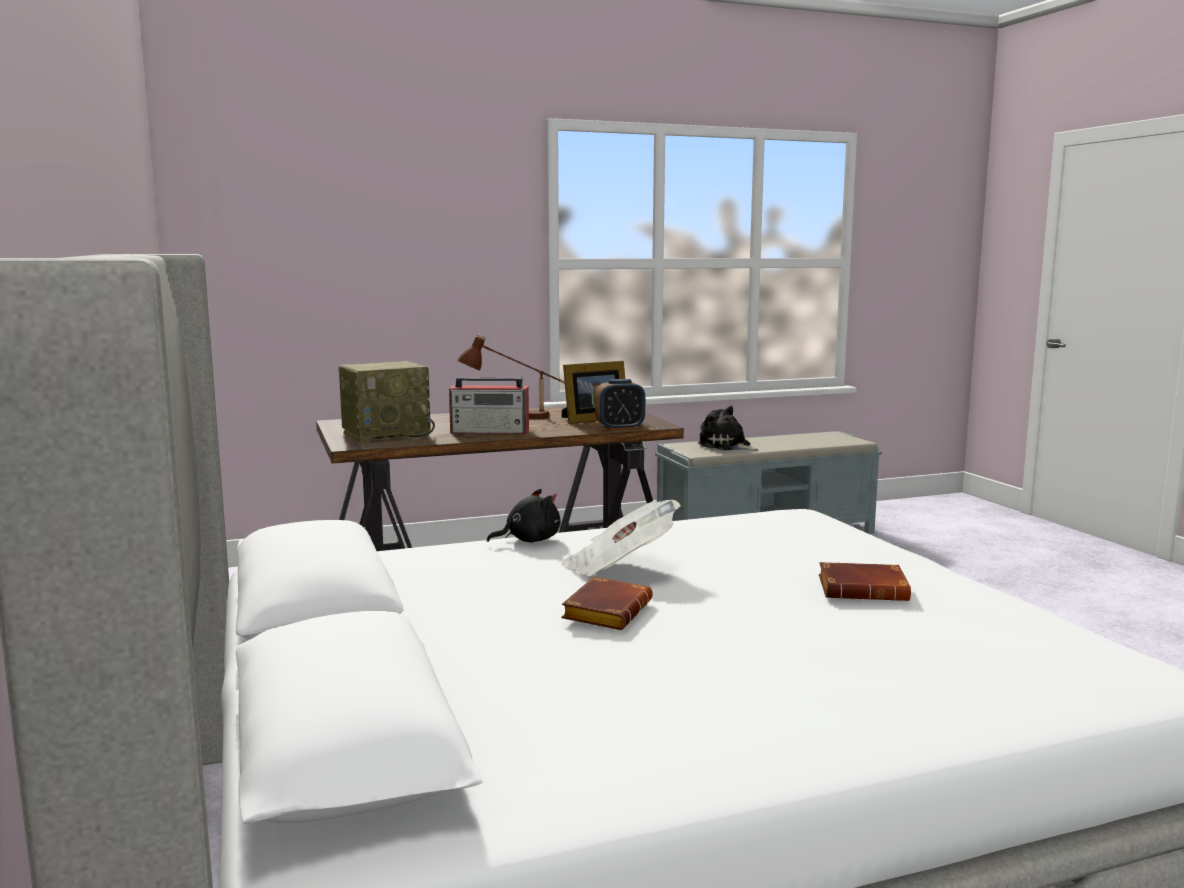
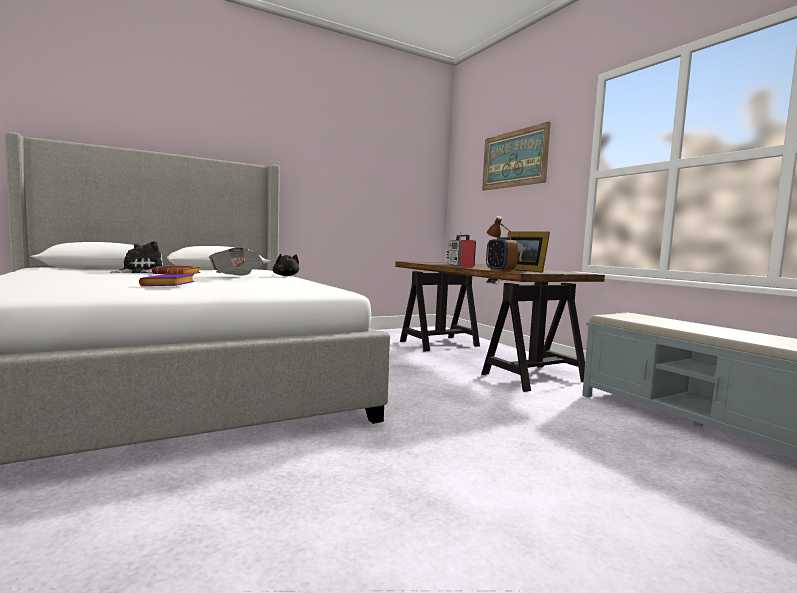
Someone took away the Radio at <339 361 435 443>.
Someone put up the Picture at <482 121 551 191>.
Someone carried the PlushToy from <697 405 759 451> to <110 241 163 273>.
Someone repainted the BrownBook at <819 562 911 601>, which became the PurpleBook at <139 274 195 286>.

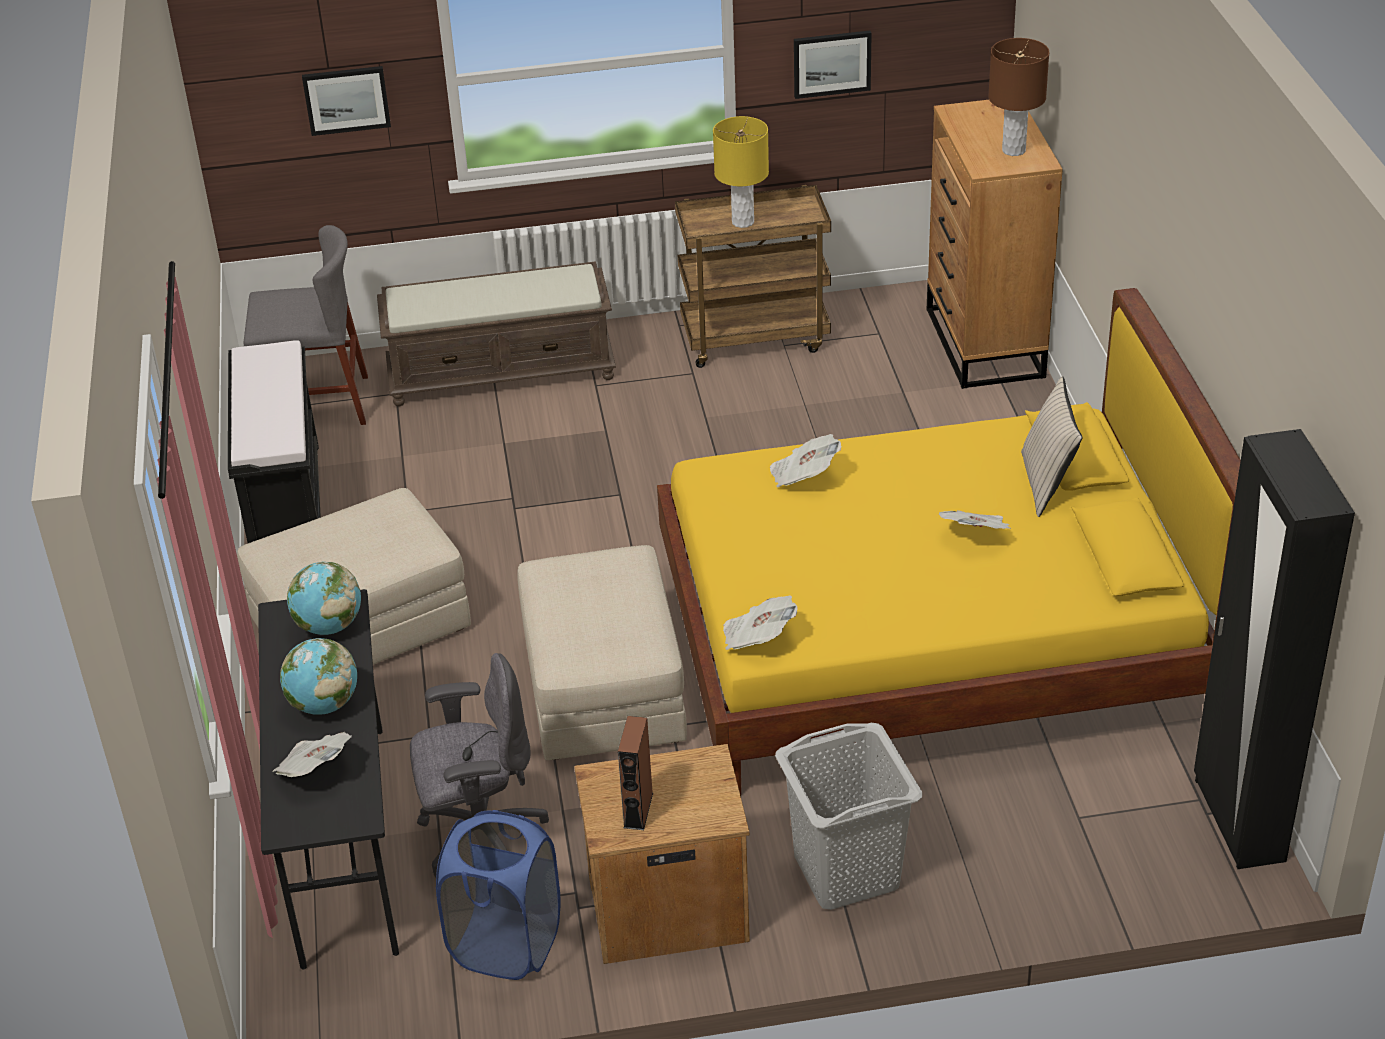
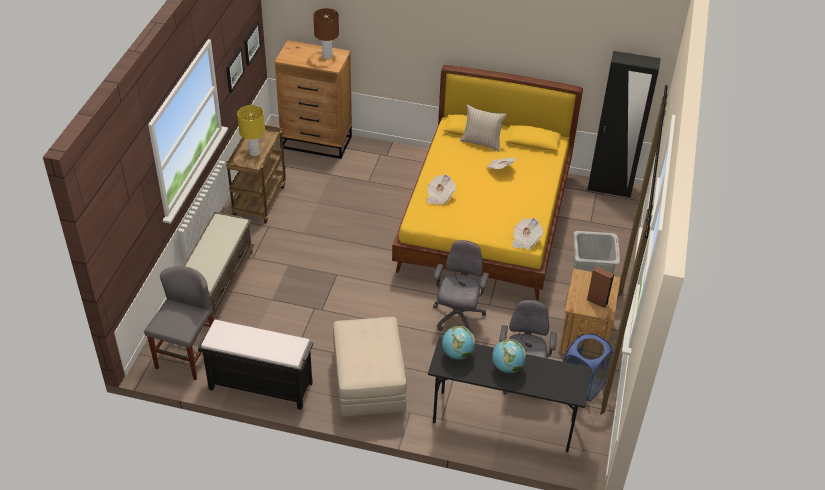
Someone took away the Newspaper at <272 732 352 777>.
Someone carried the Picture from <302 66 391 136> to <244 22 261 66>.
Someone swapped the BeigeOttoman at <517 545 687 760> for the GreyOfficeChair at <433 240 489 334>.

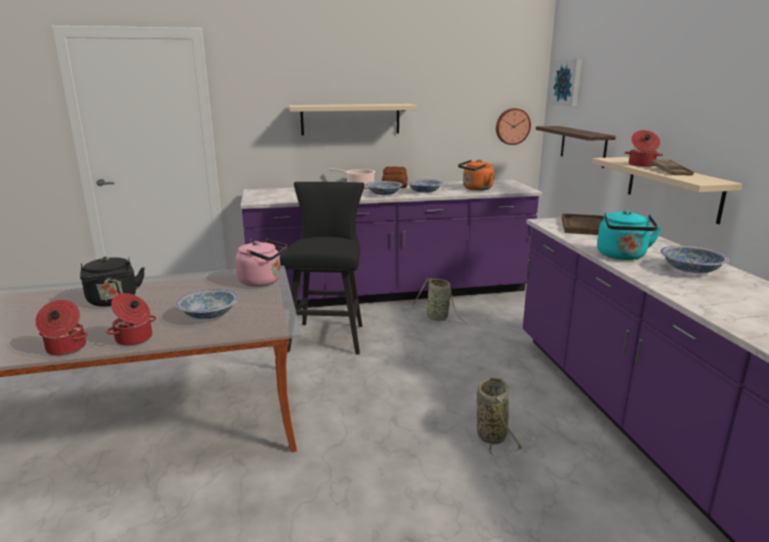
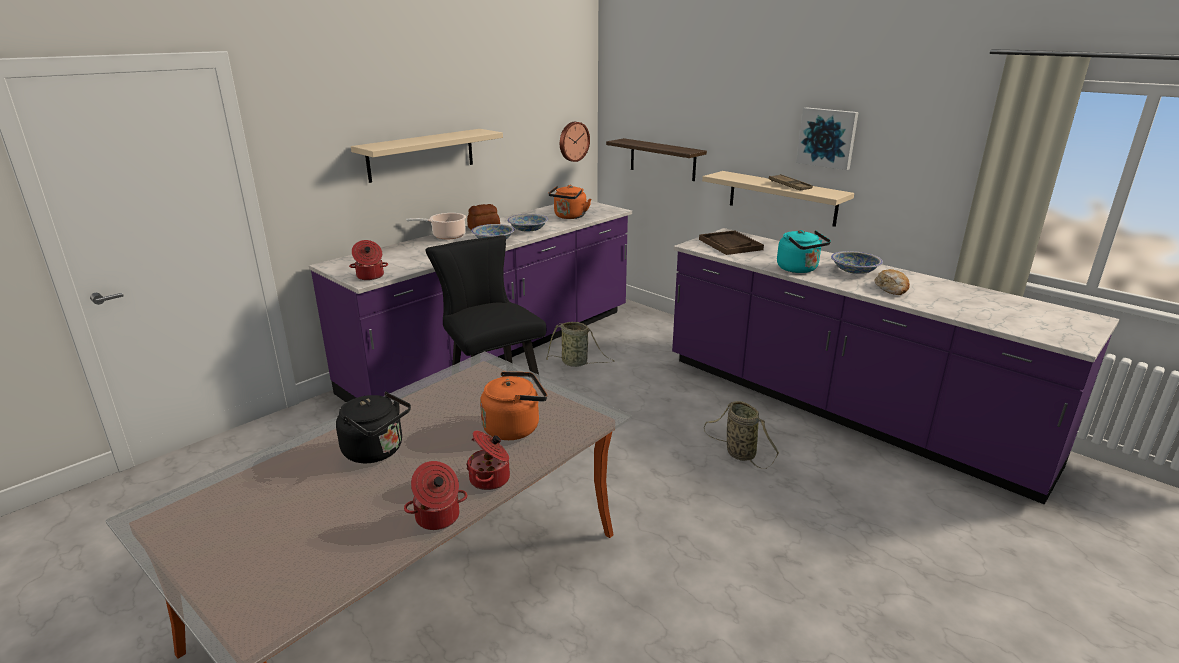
Someone took away the PinkKettle at <235 239 287 287>.
Someone put down the Bread at <875 269 910 295>.
Someone carried the Picture from <551 59 582 107> to <796 107 859 170>.
Someone carried the CookingPot from <624 130 663 167> to <349 240 388 280>.
Someone swapped the Bowl at <176 289 238 319> for the OrangeKettle at <480 371 547 440>.

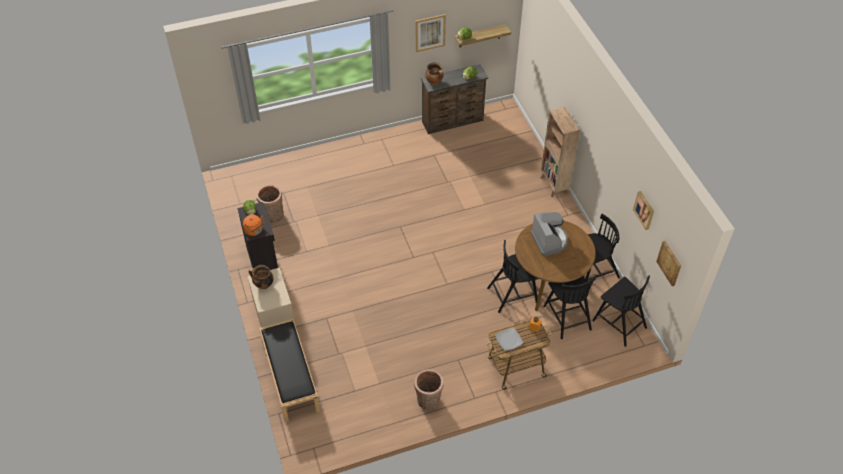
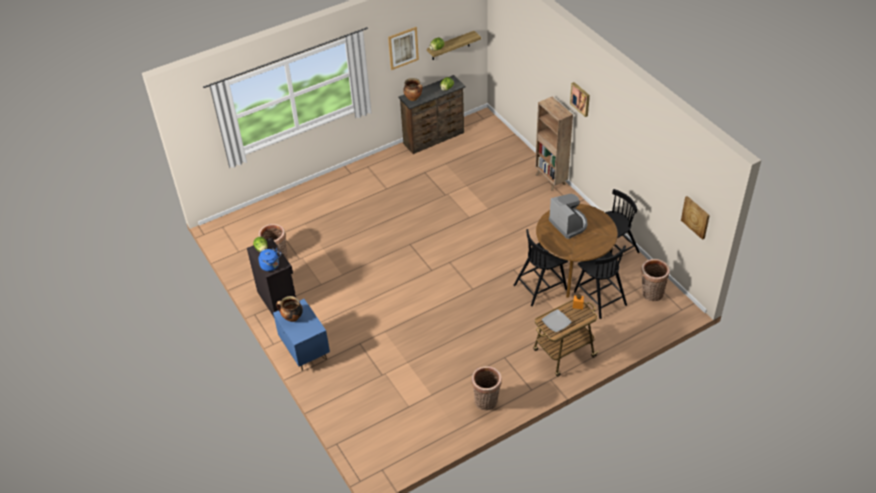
Someone took away the BlackBench at <259 319 320 422>.
Someone carried the Picture from <633 191 654 230> to <570 82 590 117>.
Someone swapped the BlackChair at <592 275 650 347> for the Basket at <641 259 670 301>.
Someone repainted the OrangeKettle at <243 215 265 236>, which became the BlueKettle at <258 248 281 271>.
Someone repainted the BeigeNightstand at <247 268 295 328>, which became the BlueNightstand at <273 299 330 371>.

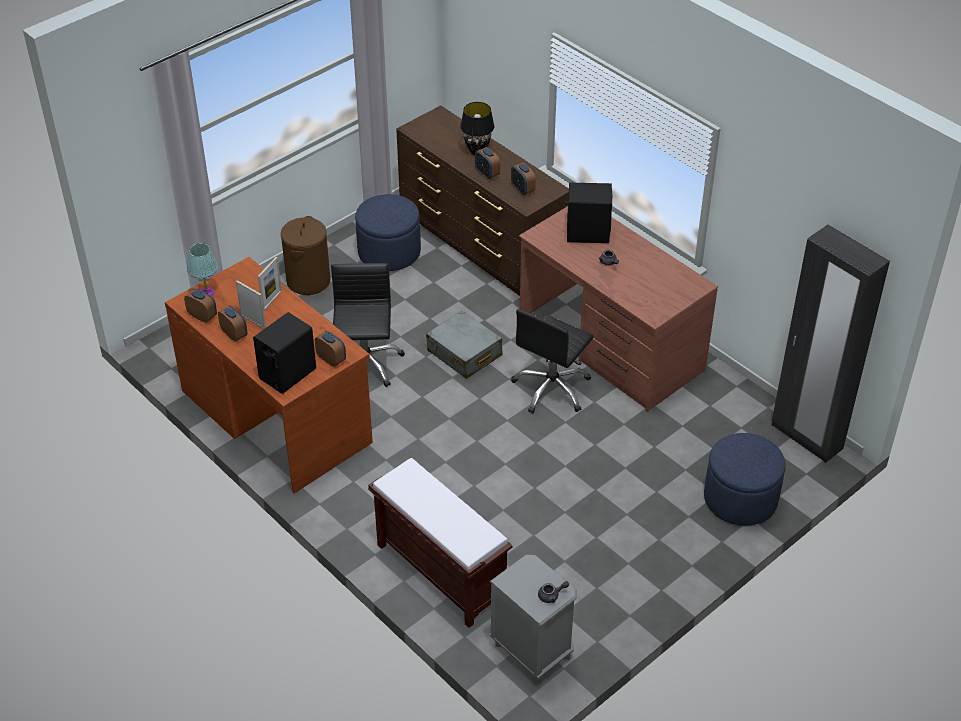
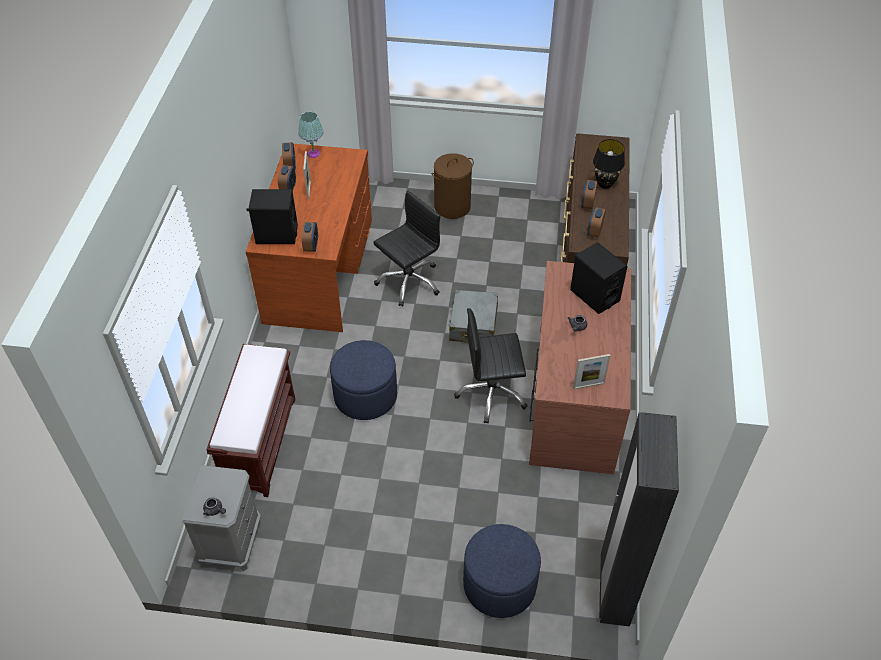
Someone carried the PictureFrame from <258 257 282 310> to <573 354 610 389>.
Someone carried the BlueOttoman from <355 194 421 271> to <330 340 397 420>.

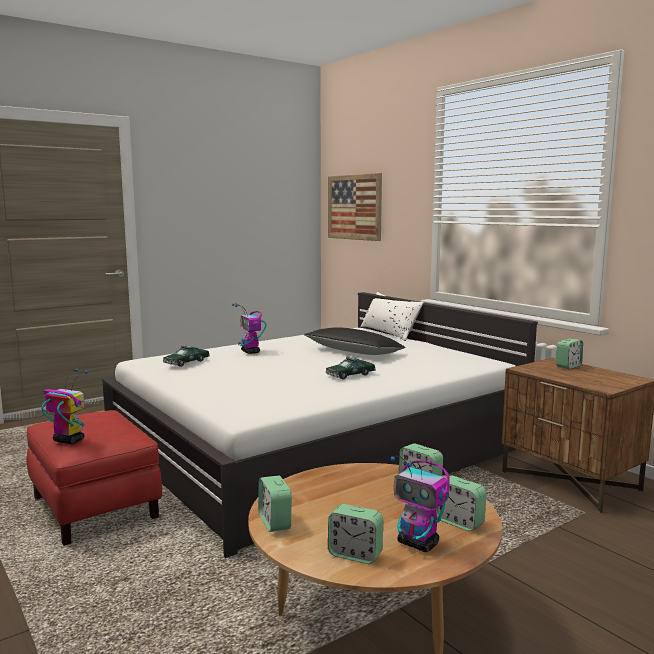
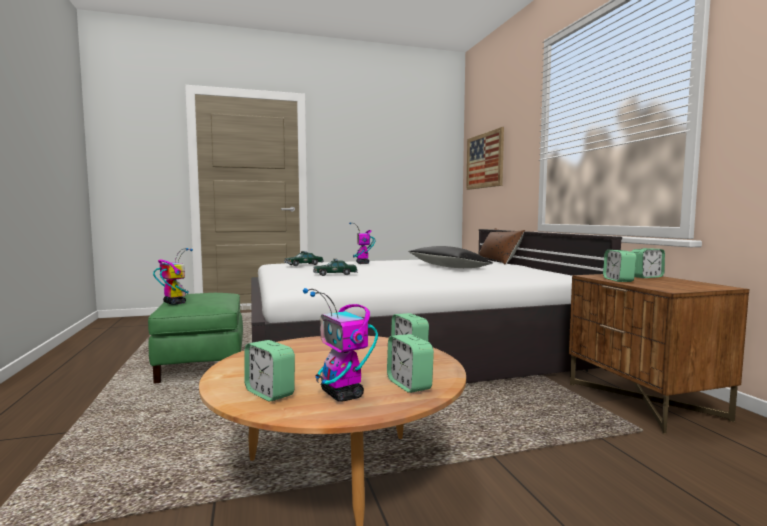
Someone carried the AlarmClock from <258 476 292 532> to <603 250 636 282>.
Someone carried the ToyCar from <325 356 376 380> to <313 259 358 276>.
Someone repainted the RedOttoman at <27 410 162 546>, which became the GreenOttoman at <148 293 243 384>.
Someone repainted the WhitePillow at <360 292 424 341>, which became the BrownPillow at <479 228 525 265>.

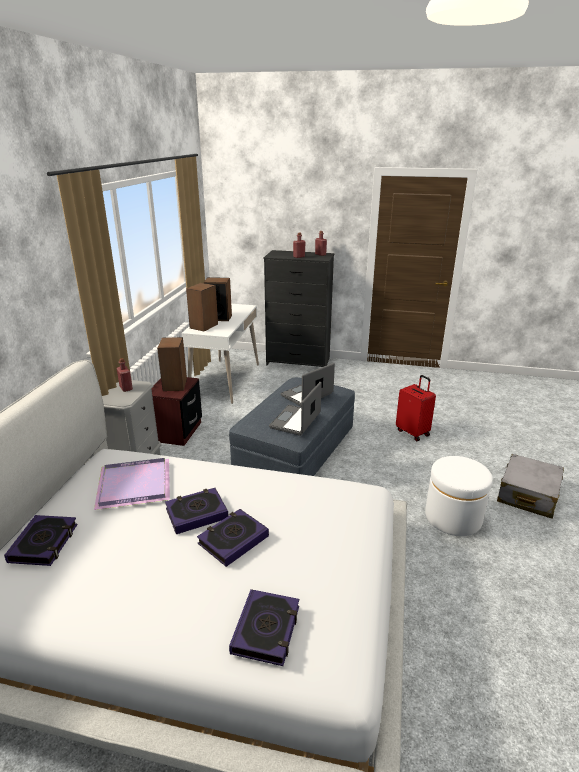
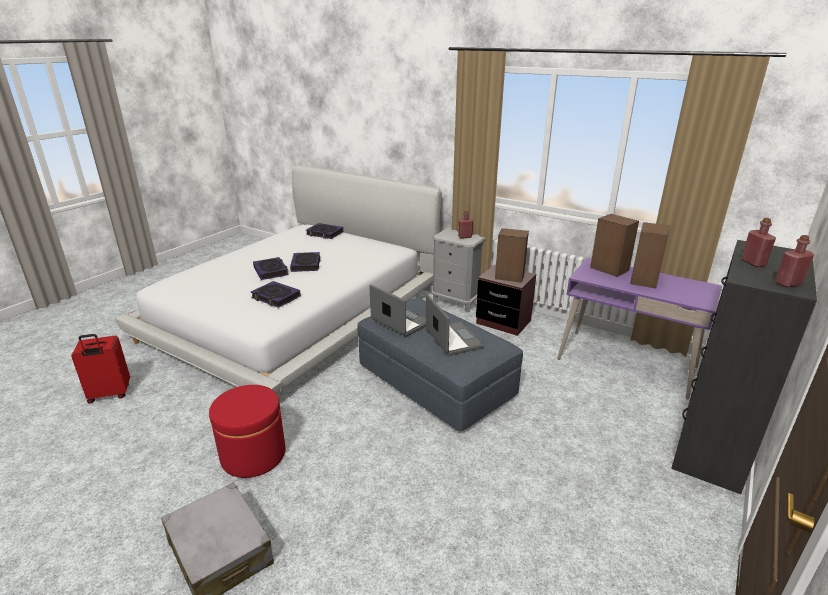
Someone took away the PurpleTray at <94 458 170 510>.
Someone carried the Book from <229 589 299 666> to <251 281 301 308>.
Someone carried the RedSuitcase from <396 375 436 441> to <71 334 130 404>.
Someone repainted the WhiteDesk at <182 304 259 404>, which became the PurpleDesk at <557 258 722 400>.
Someone repainted the WhiteOttoman at <425 456 493 536>, which became the RedOttoman at <209 385 286 478>.

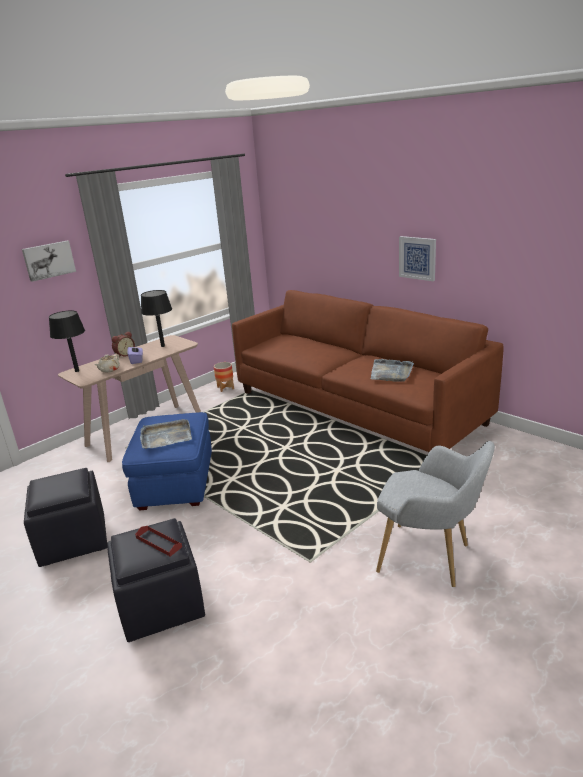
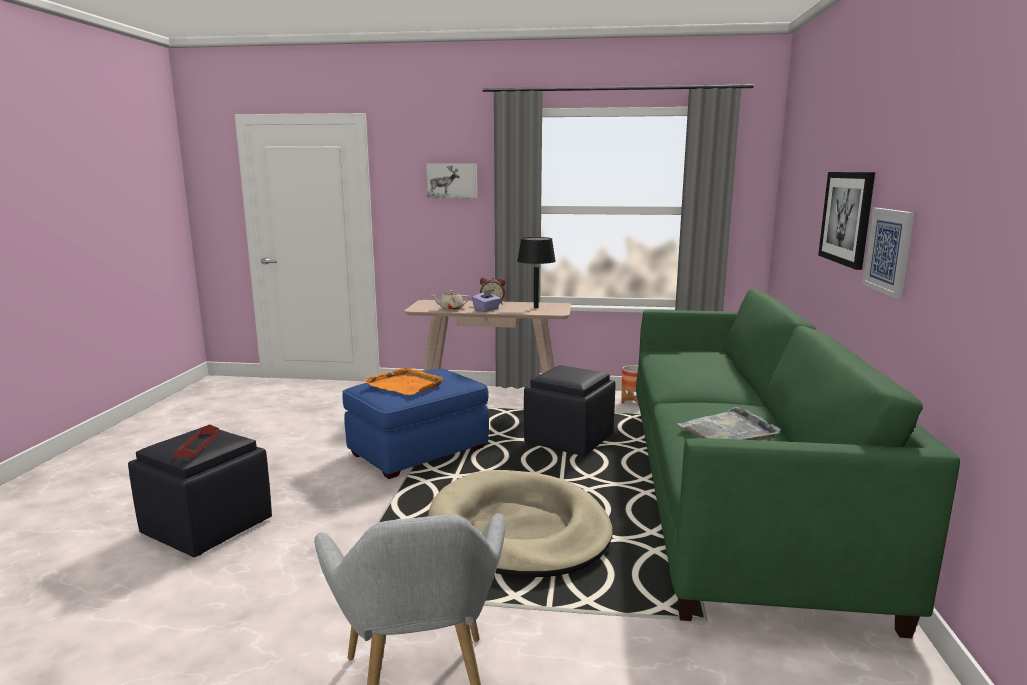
Someone took away the BlackTableLamp at <49 310 85 372>.
Someone put down the BeigeDogBed at <428 470 612 577>.
Someone put up the Picture at <818 172 875 270>.
Someone carried the BlackOttoman from <24 468 107 567> to <524 365 616 456>.
Someone repainted the GreyTray at <140 419 192 449>, which became the OrangeTray at <364 367 443 395>.
Someone repainted the BrownSofa at <232 290 504 452>, which became the GreenSofa at <636 289 960 638>.

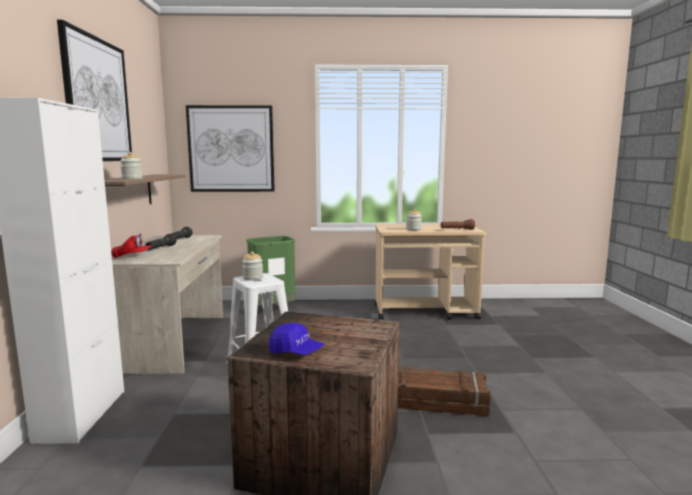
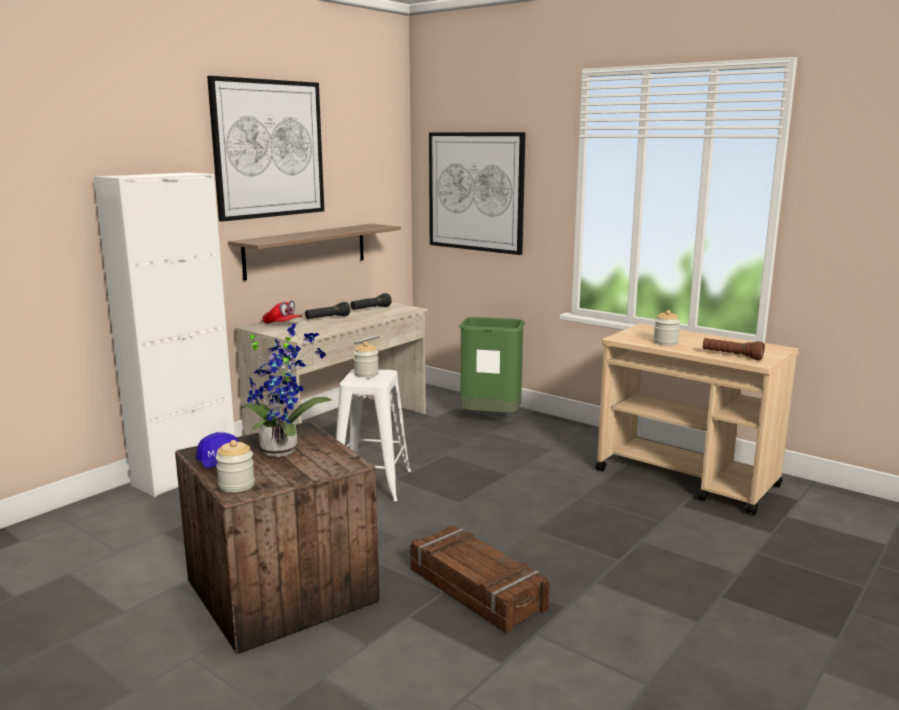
Someone put down the PottedPlant at <239 324 332 457>.
Someone carried the Jar from <120 152 143 179> to <216 440 255 493>.

